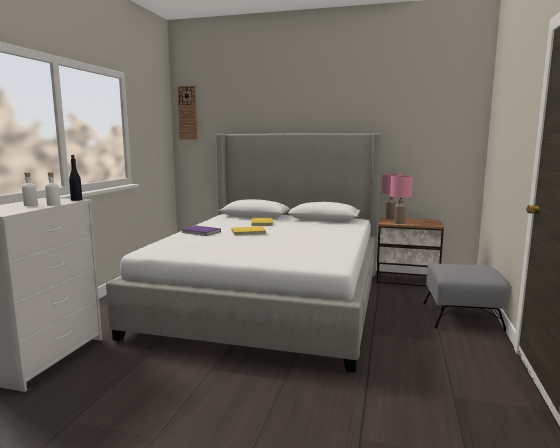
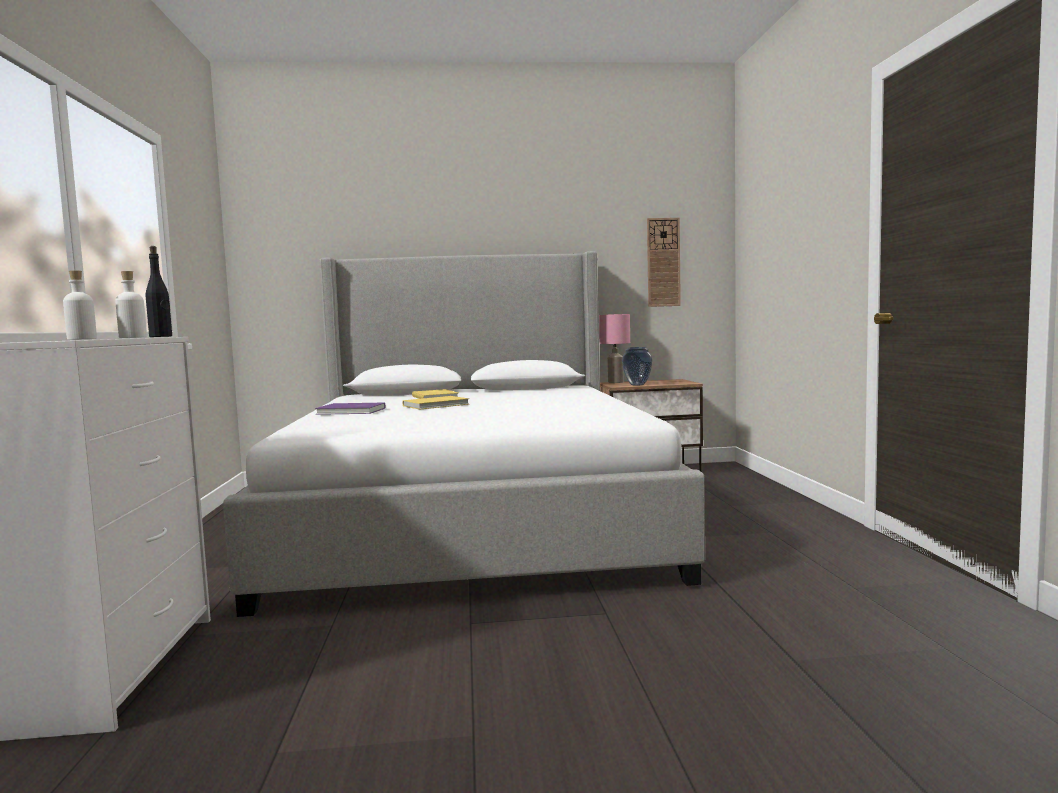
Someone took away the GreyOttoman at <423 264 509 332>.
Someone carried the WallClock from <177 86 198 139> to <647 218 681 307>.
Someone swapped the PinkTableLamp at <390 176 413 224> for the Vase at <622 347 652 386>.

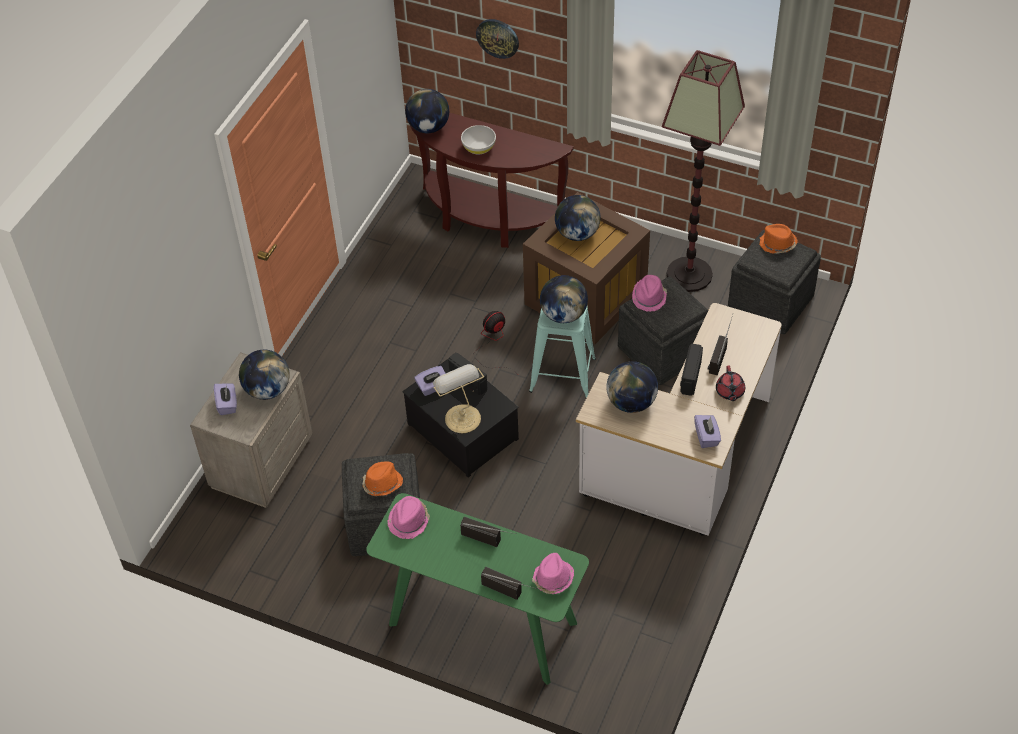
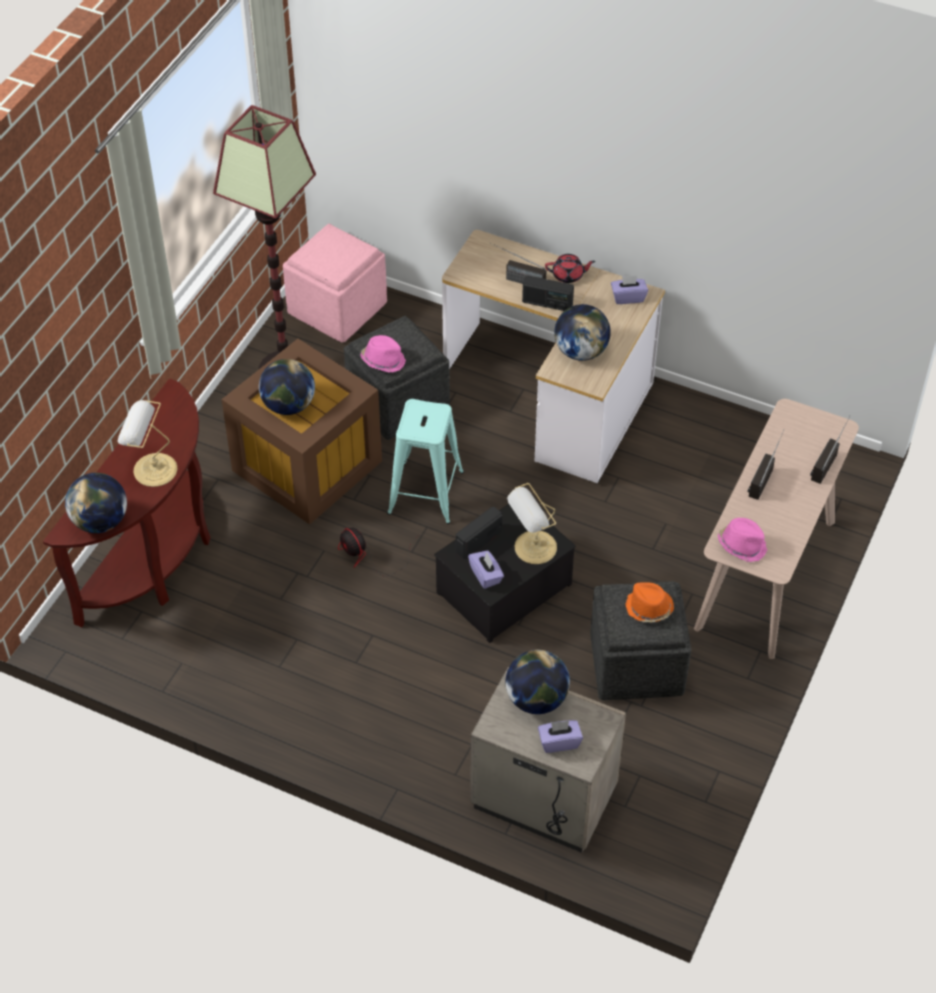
Someone took away the WallClock at <476 19 519 59>.
Someone took away the PinkHat at <532 553 574 594>.
Someone took away the Globe at <540 275 588 323>.
Someone took away the OrangeHat at <760 224 798 254>.
Someone swapped the WhiteBowl at <461 125 496 155> for the TableLamp at <118 400 177 487>.
Someone repainted the GreenConsoleTable at <366 493 589 685>, which became the BeigeConsoleTable at <694 399 859 659>.
Someone repainted the GreyOttoman at <728 230 821 334>, which became the PinkOttoman at <283 224 387 342>.

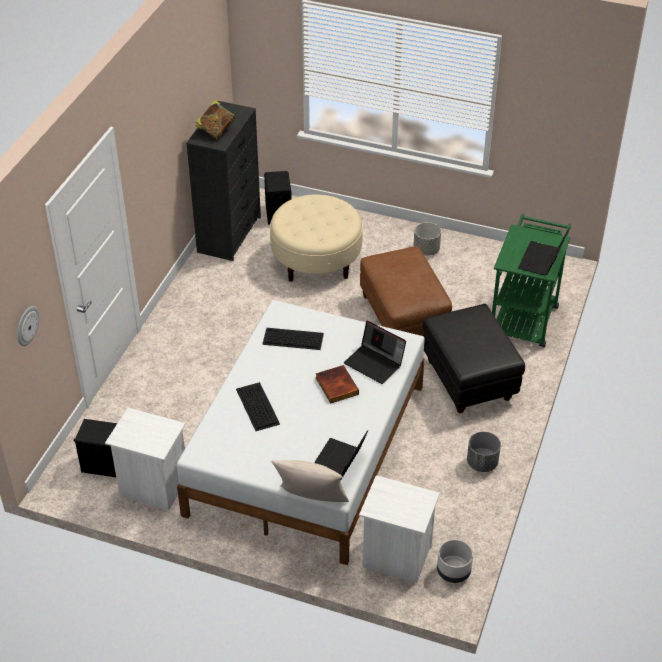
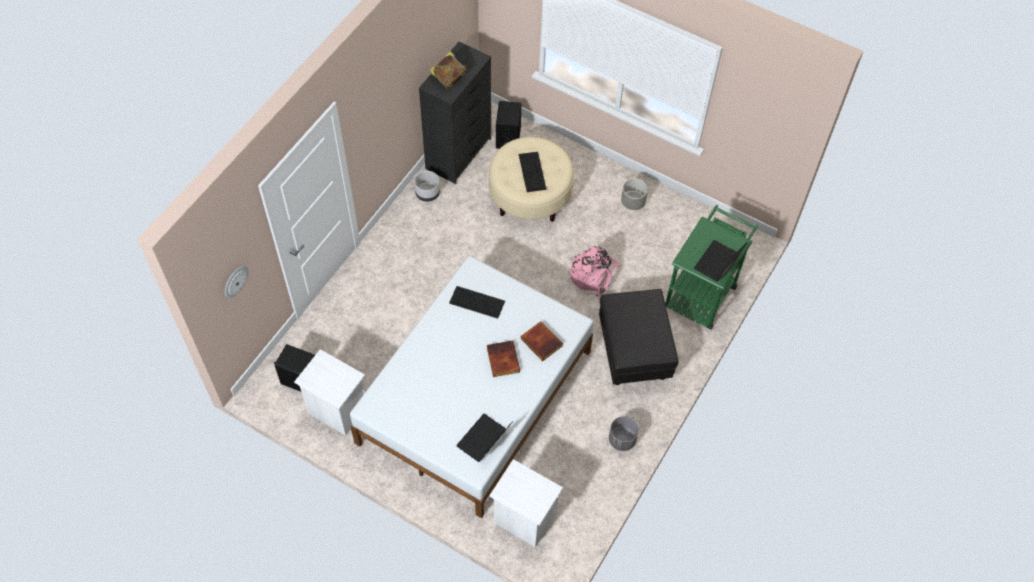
Someone took away the BeigePillow at <271 460 349 502>.
Someone carried the Keyboard from <236 382 280 431> to <519 152 547 192>.
Someone carried the GreyPlanter from <437 539 473 583> to <414 171 440 202>.
Someone swapped the Laptop at <344 321 406 384> for the Book at <521 321 563 361>.
Someone swapped the BrownOttoman at <360 247 452 336> for the PinkBackpack at <570 246 621 296>.

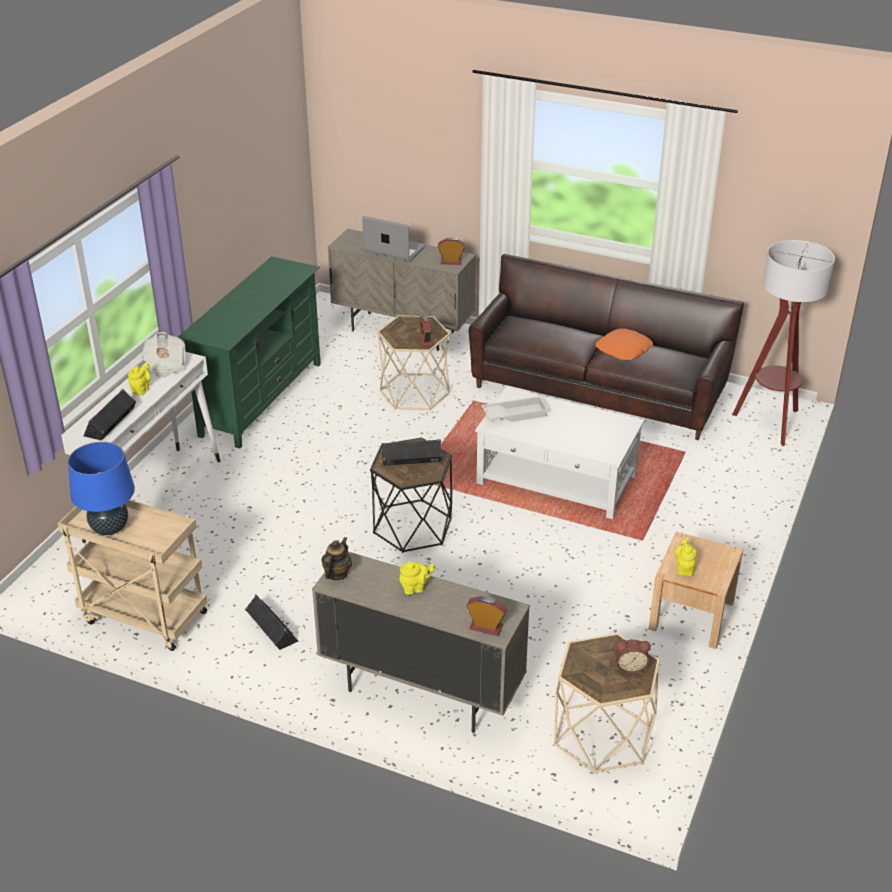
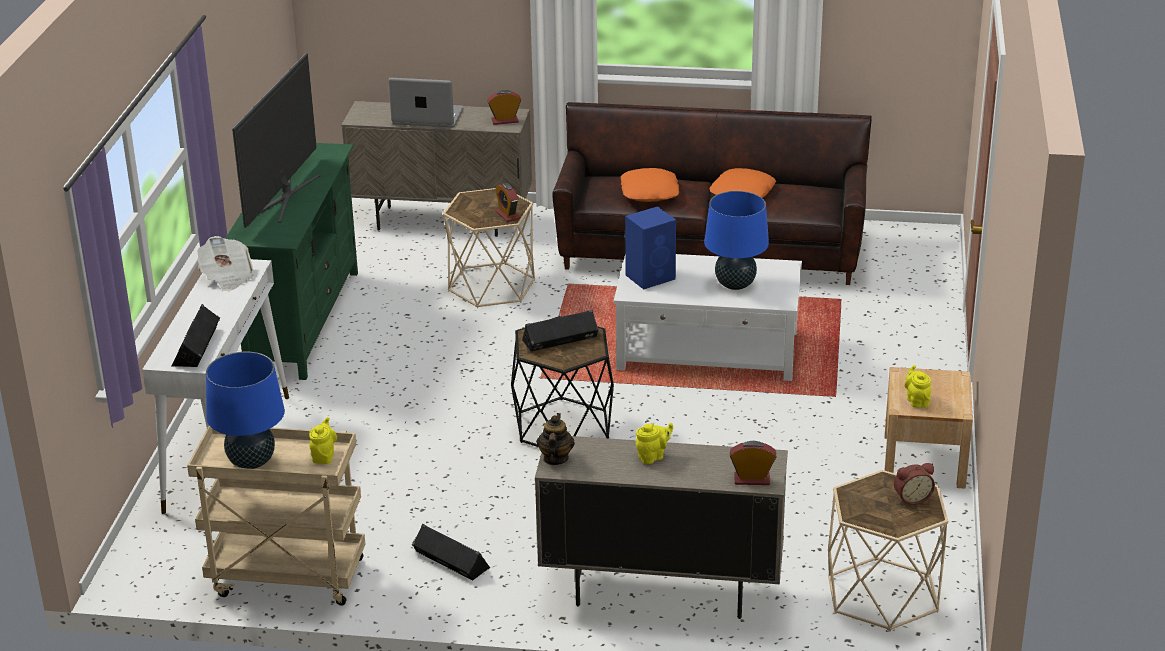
Someone took away the FloorLamp at <732 240 835 446>.
Someone put down the Television at <232 53 320 228>.
Someone put down the OrangePillow at <621 168 679 202>.
Someone put down the BlueTableLamp at <704 191 769 290>.
Someone carried the YellowTeapot from <128 362 151 395> to <309 417 337 464>.
Someone swapped the WhiteTray at <482 396 549 422> for the BlueSpeaker at <625 206 676 289>.

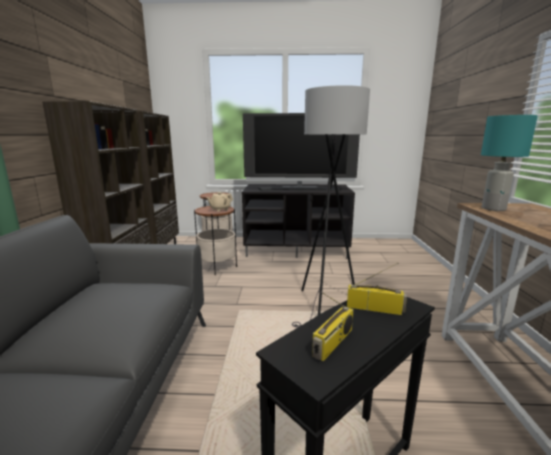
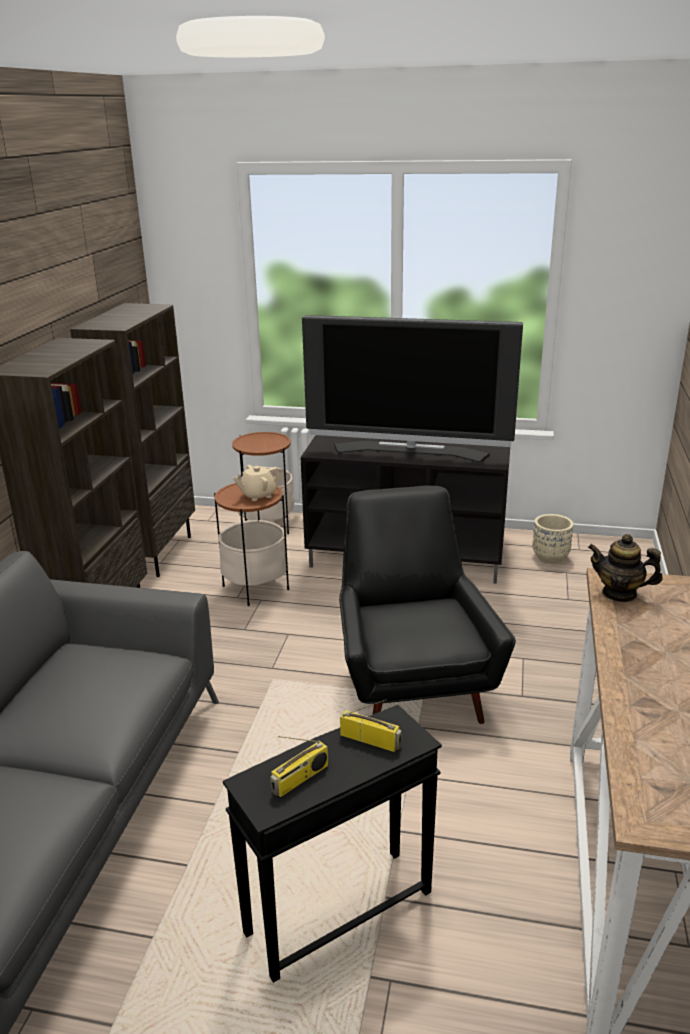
Someone put down the BeigePlanter at <532 514 574 563>.
Someone swapped the GreyFloorLamp at <292 85 370 327> for the BlackArmchair at <339 486 516 724>.
Someone swapped the TurquoiseTableLamp at <481 115 538 211> for the Teapot at <588 534 662 602>.

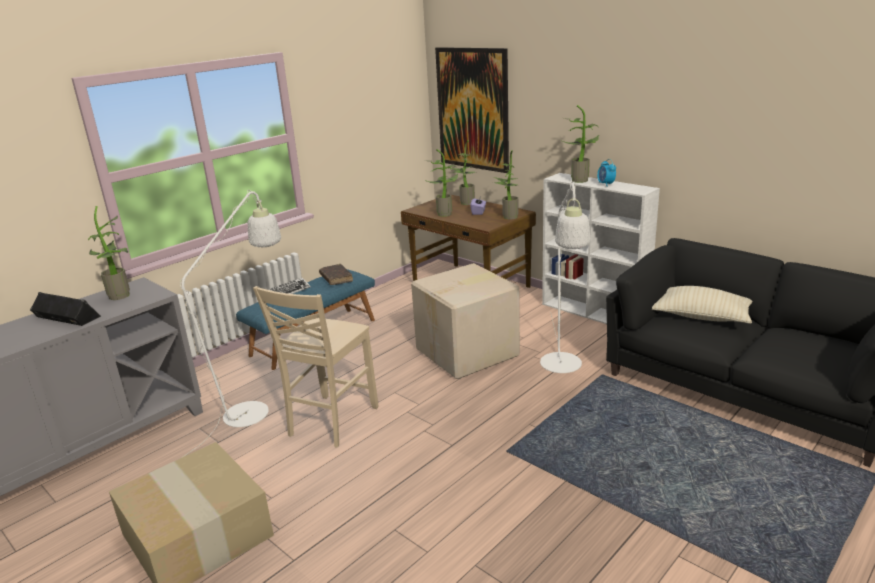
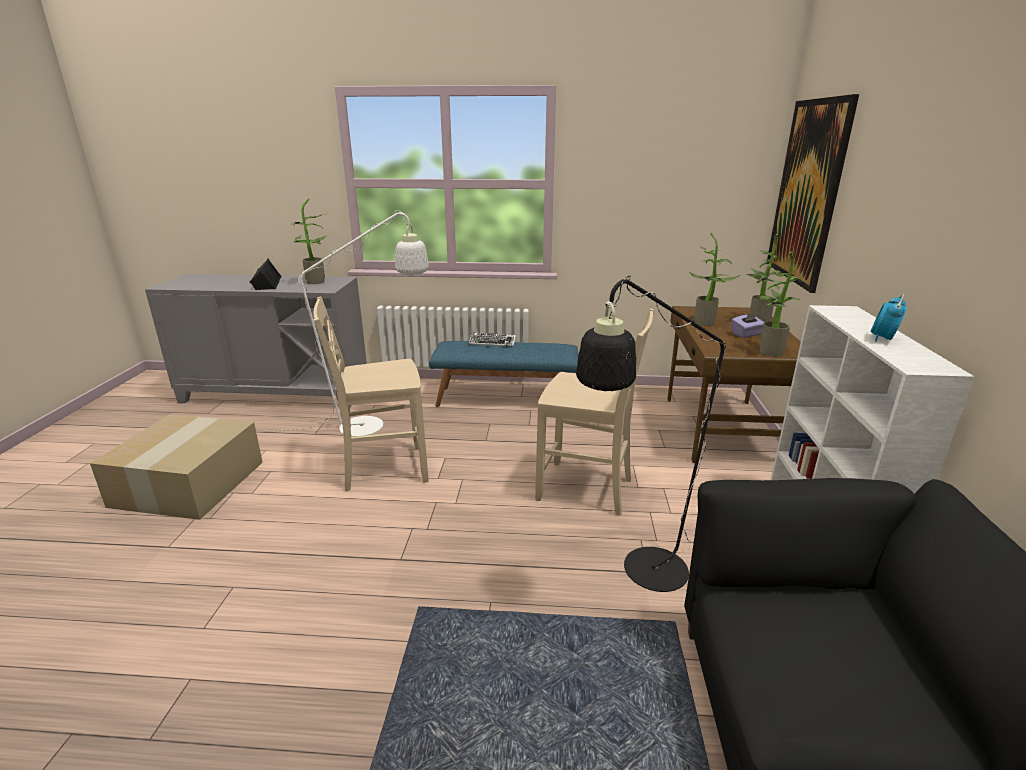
Someone took away the BrownBook at <319 264 353 285>.
Someone took away the PottedPlant at <562 105 599 183>.
Someone took away the BeigePillow at <652 286 752 324>.
Someone swapped the CardboardBox at <411 263 520 379> for the BeigeChair at <535 309 654 516>.
Someone repainted the WhiteFloorLamp at <540 181 590 373>, which became the BlackFloorLamp at <576 276 726 592>.

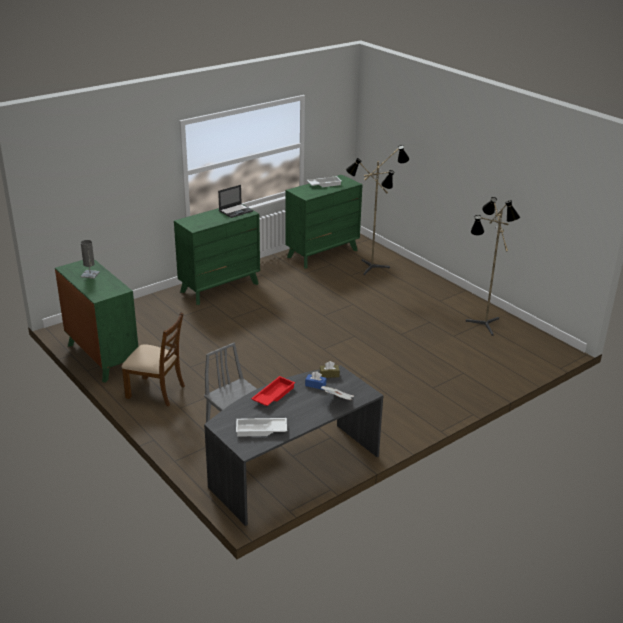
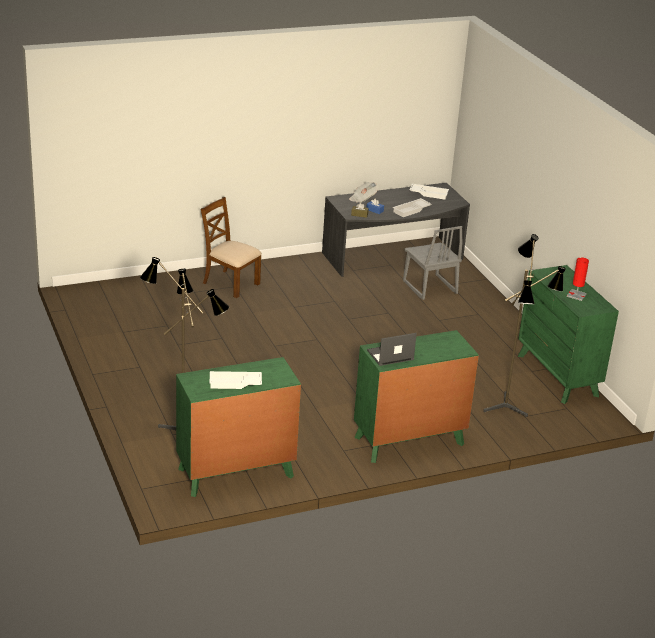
Someone carried the BrownChair from <122 313 185 406> to <201 197 262 298>.
Someone carried the FloorLamp from <466 197 520 336> to <483 234 566 417>.
Someone repainted the GreyTableLamp at <81 240 100 279>, which became the RedTableLamp at <567 257 589 301>.
Someone repainted the RedTray at <251 376 295 406>, which became the WhiteTray at <393 198 432 217>.

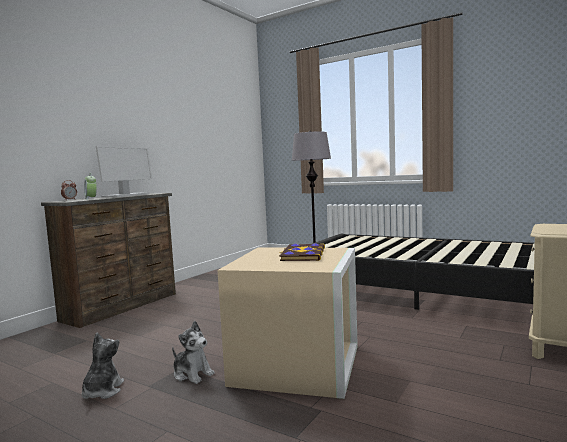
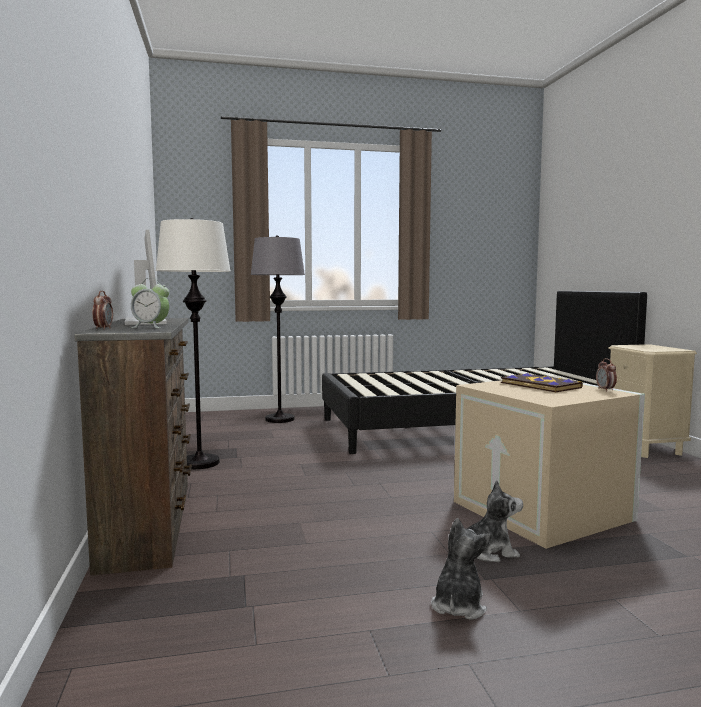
Someone put down the WhiteFloorLamp at <156 218 230 469>.
Someone put down the AlarmClock at <596 358 617 391>.
Someone rotated the PlushToy at <82 333 124 399> by 60 degrees clockwise.

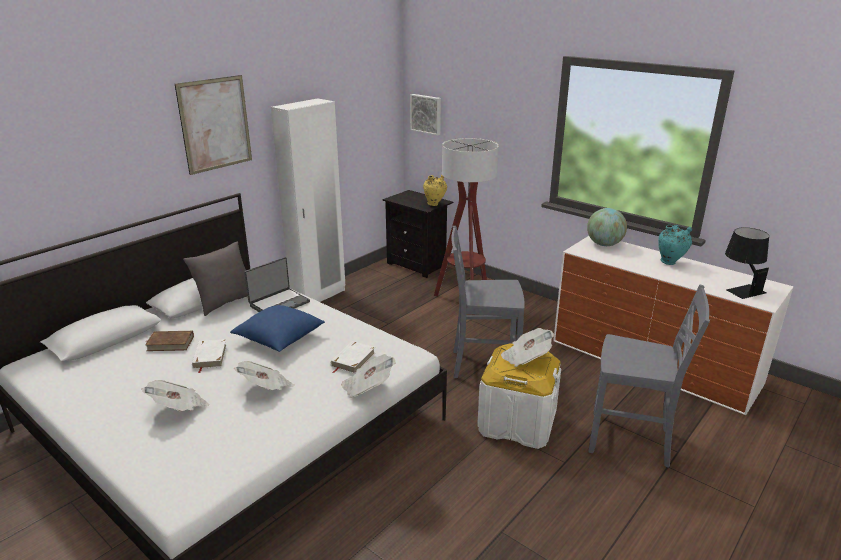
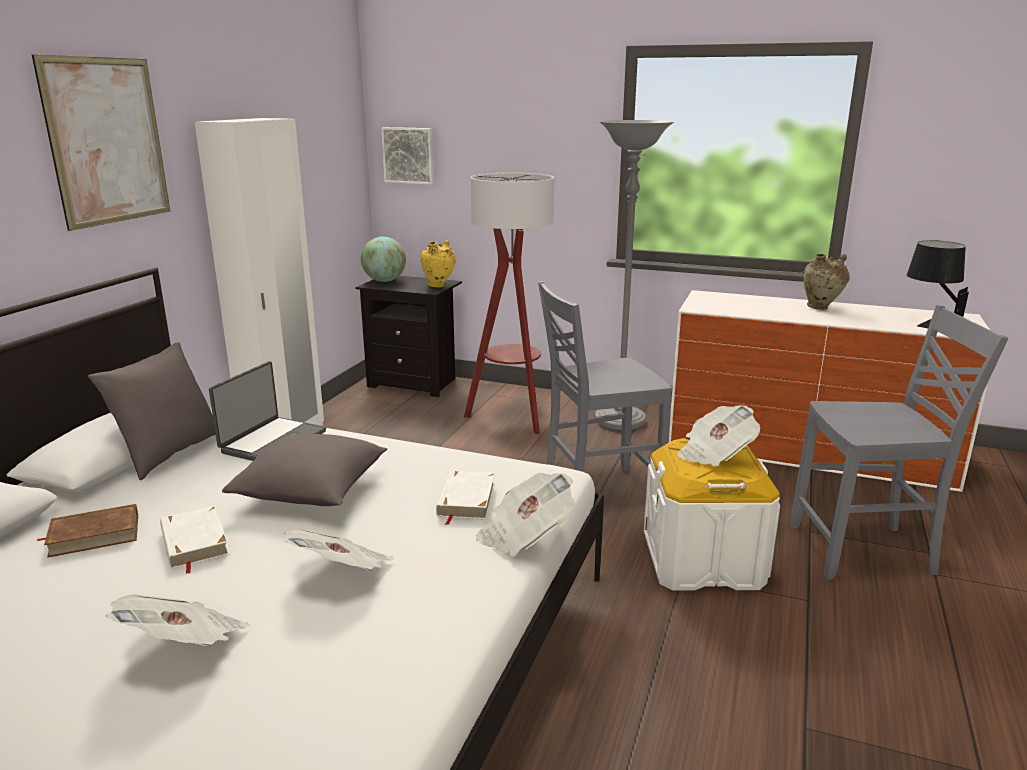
Someone put down the GreyFloorLamp at <595 120 674 430>.
Someone carried the Globe from <587 208 627 246> to <361 237 406 282>.
Someone repainted the BluePillow at <230 305 325 352>, which became the GreyPillow at <222 433 387 506>.
Someone repainted the TurquoiseVase at <658 225 692 265>, which became the BeigeVase at <803 254 850 310>.

